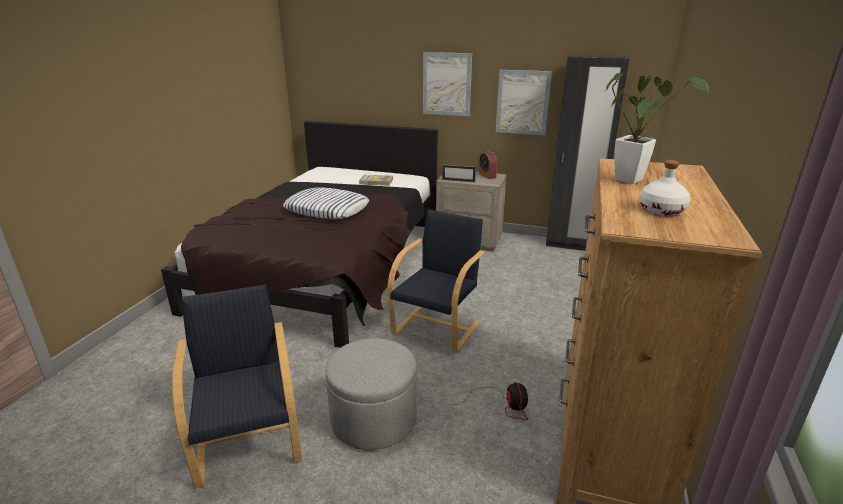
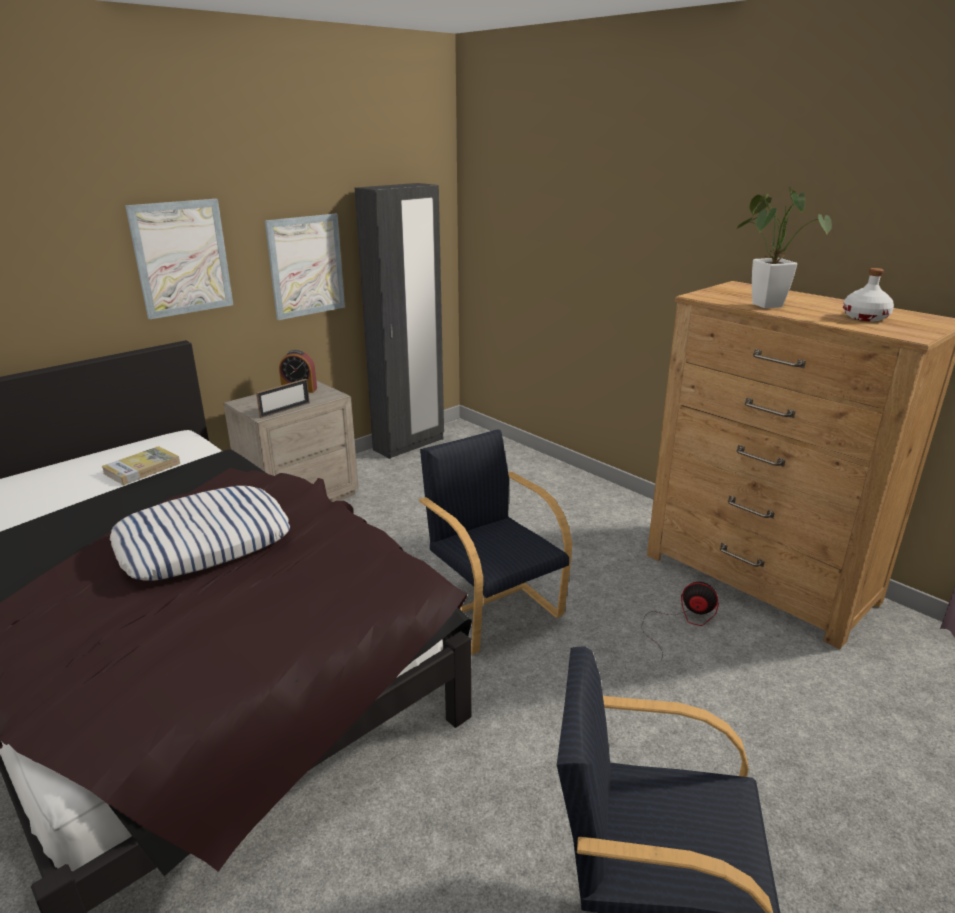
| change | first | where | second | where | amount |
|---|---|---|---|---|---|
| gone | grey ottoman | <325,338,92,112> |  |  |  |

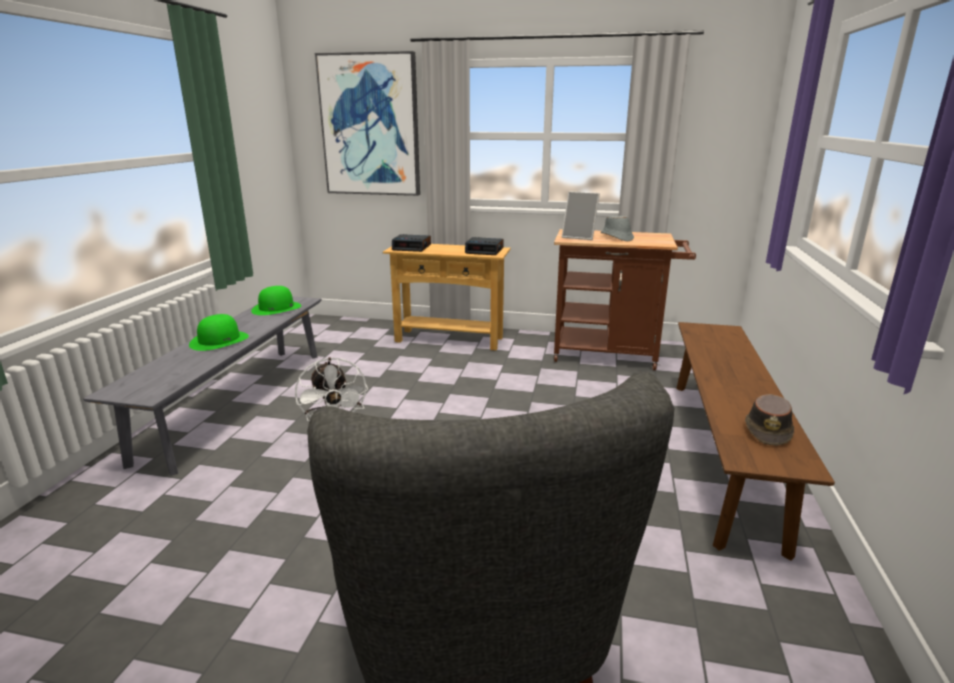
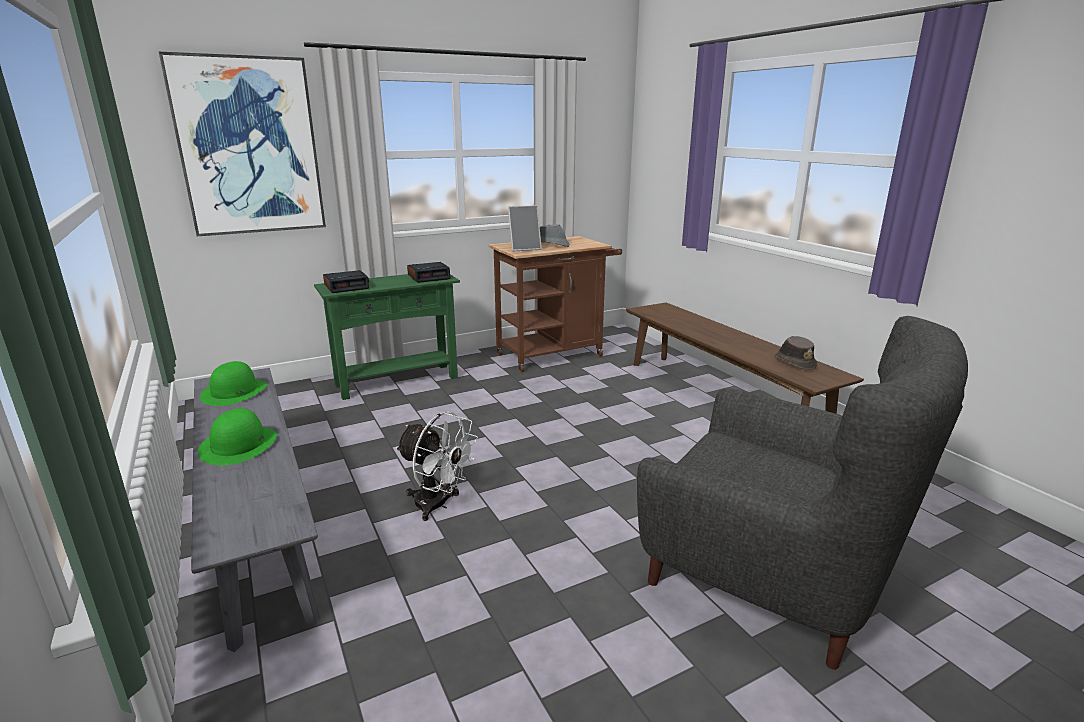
| change | first | where | second | where | amount |
|---|---|---|---|---|---|
| repainted | beige console table | <383,244,128,106> | green console table | <314,274,146,126> |  |

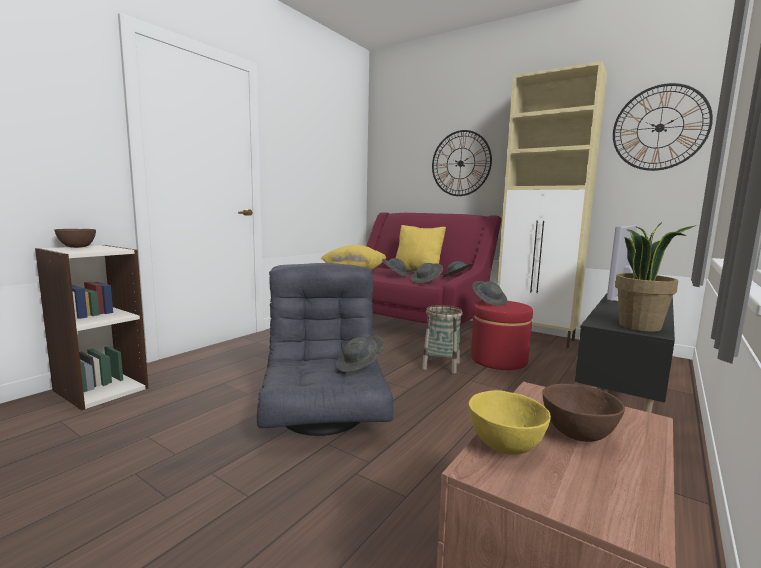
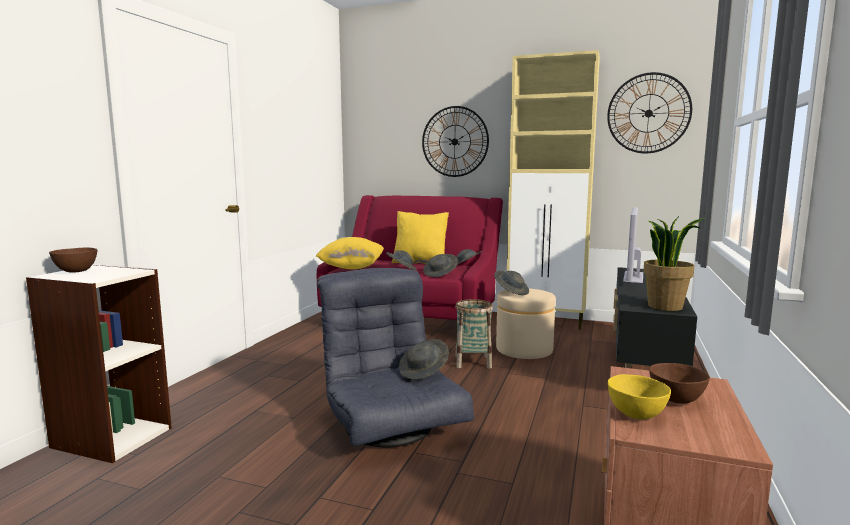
| change | first | where | second | where | amount |
|---|---|---|---|---|---|
| repainted | red ottoman | <471,301,62,69> | beige ottoman | <496,289,60,70> |  |

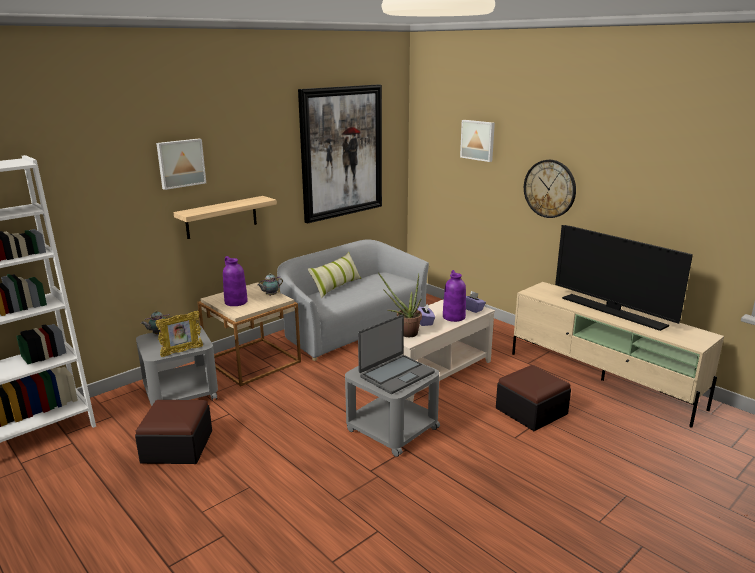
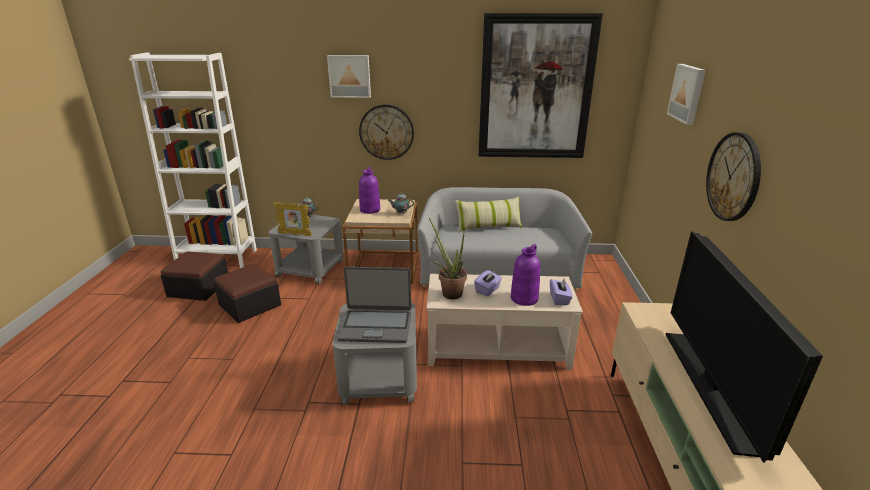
| change | first | where | second | where | amount |
|---|---|---|---|---|---|
| shifted | ottoman | <496,365,75,66> |  | <160,251,68,50> |  |
| swapped | shelf | <173,196,104,43> | wall clock | <359,104,55,56> |  |

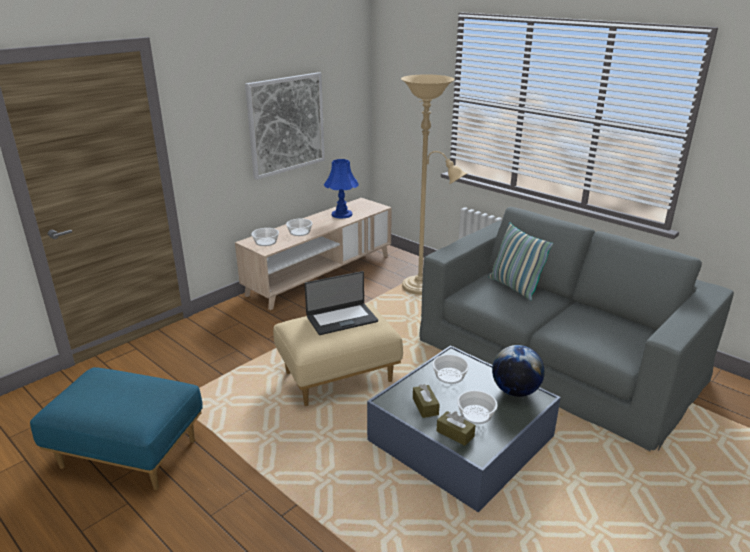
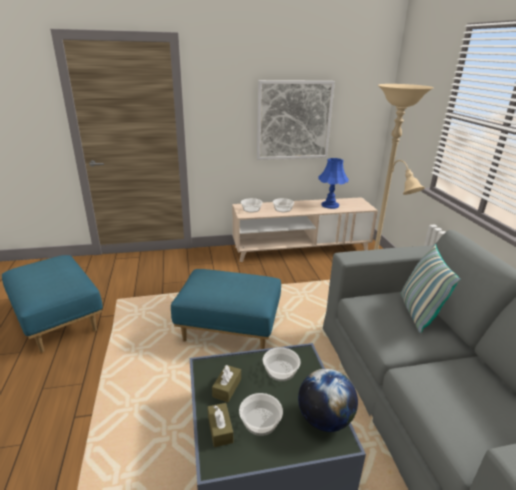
| change | first | where | second | where | amount |
|---|---|---|---|---|---|
| repainted | beige ottoman | <273,303,130,103> | blue ottoman | <171,269,110,80> |  |
| gone | laptop | <304,271,74,64> |  |  |  |

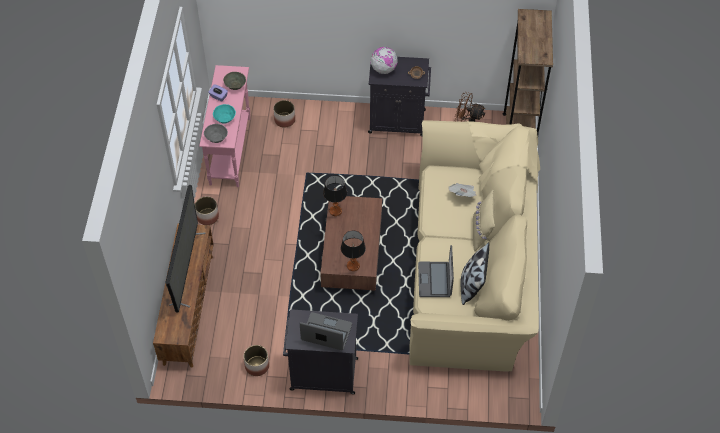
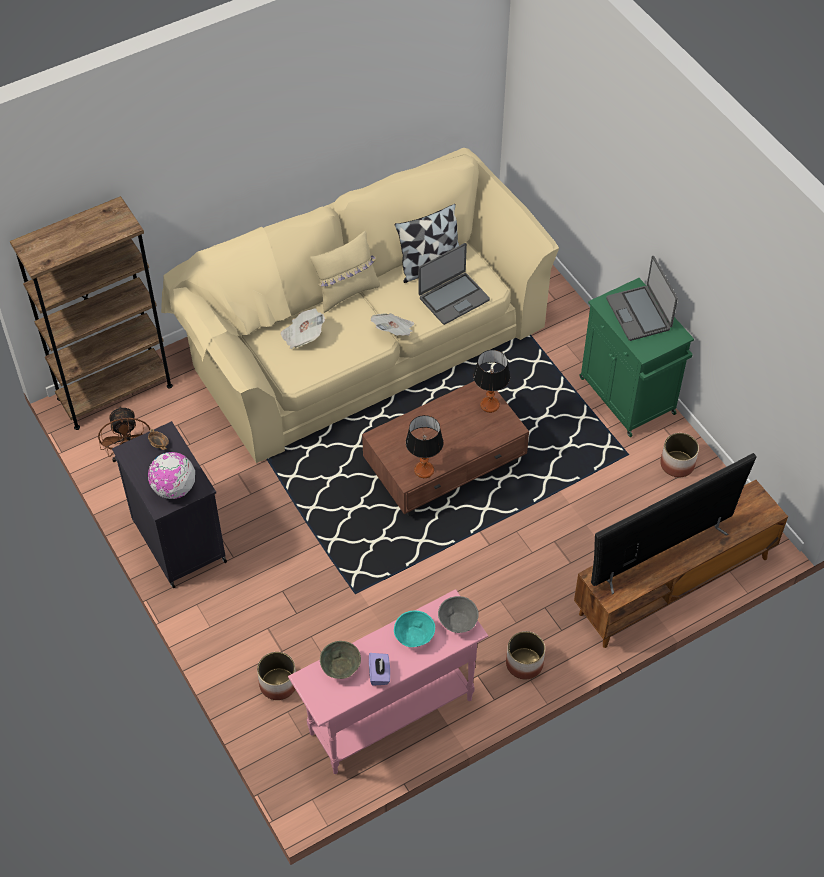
| change | first | where | second | where | amount |
|---|---|---|---|---|---|
| new |  |  | newspaper | <371,313,43,23> |  |
| repainted | black cabinet | <283,309,75,85> | green cabinet | <579,278,115,159> |  |

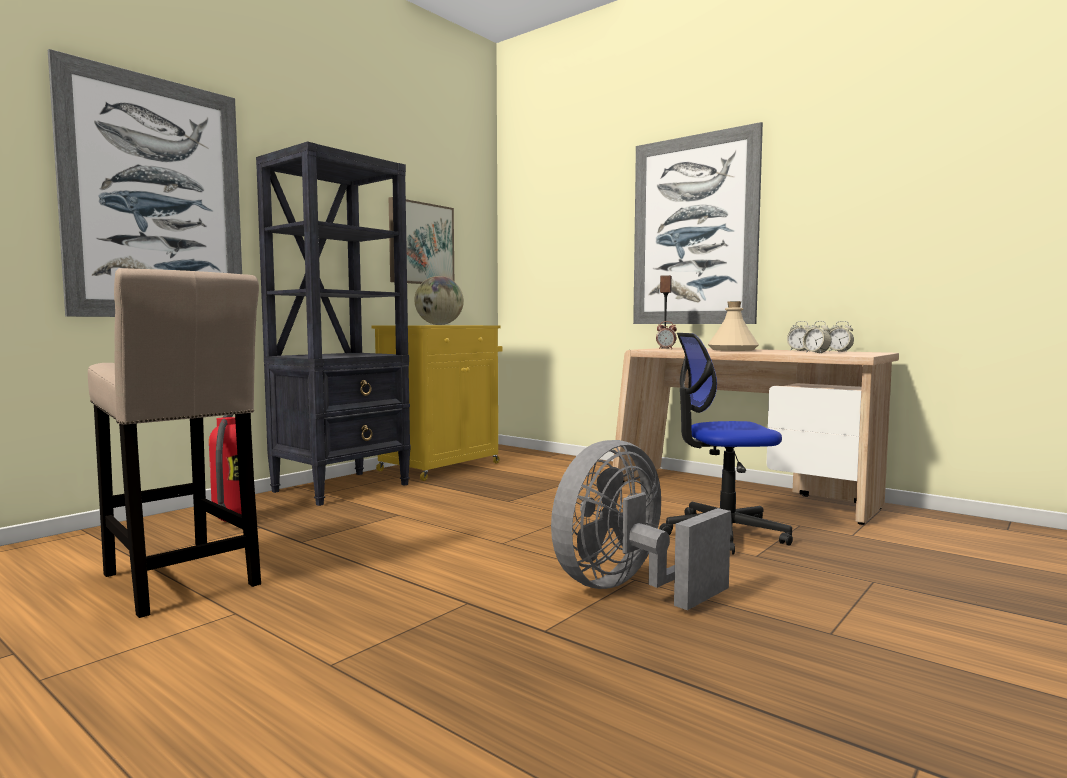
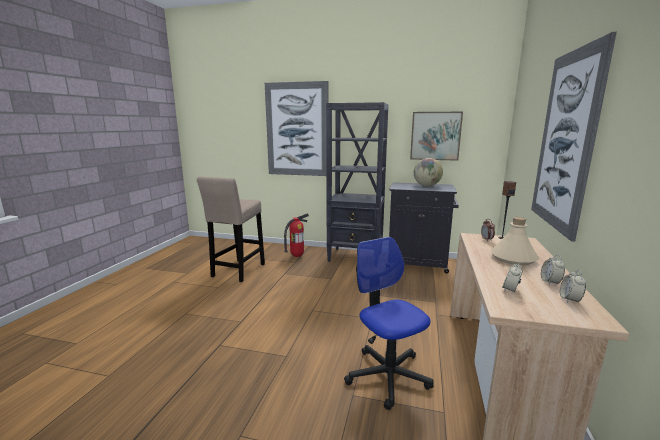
| change | first | where | second | where | amount |
|---|---|---|---|---|---|
| repainted | yellow cabinet | <371,325,131,156> | black cabinet | <389,182,70,91> |  |
| gone | grey fan | <551,440,180,170> |  |  |  |

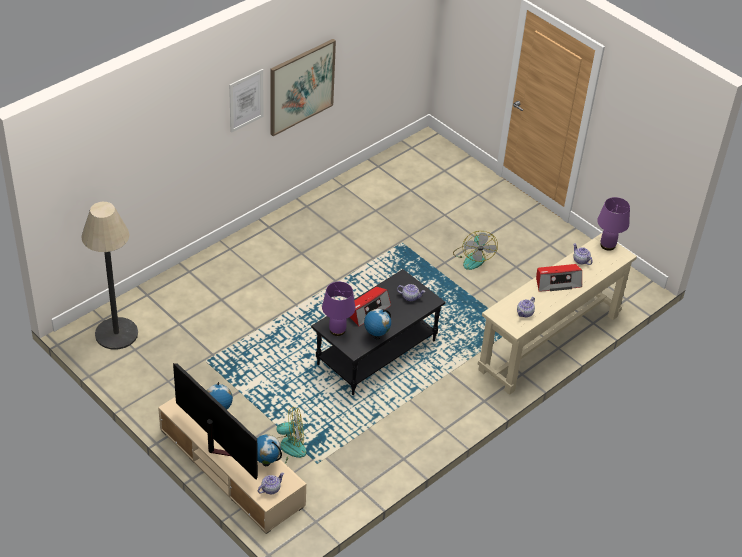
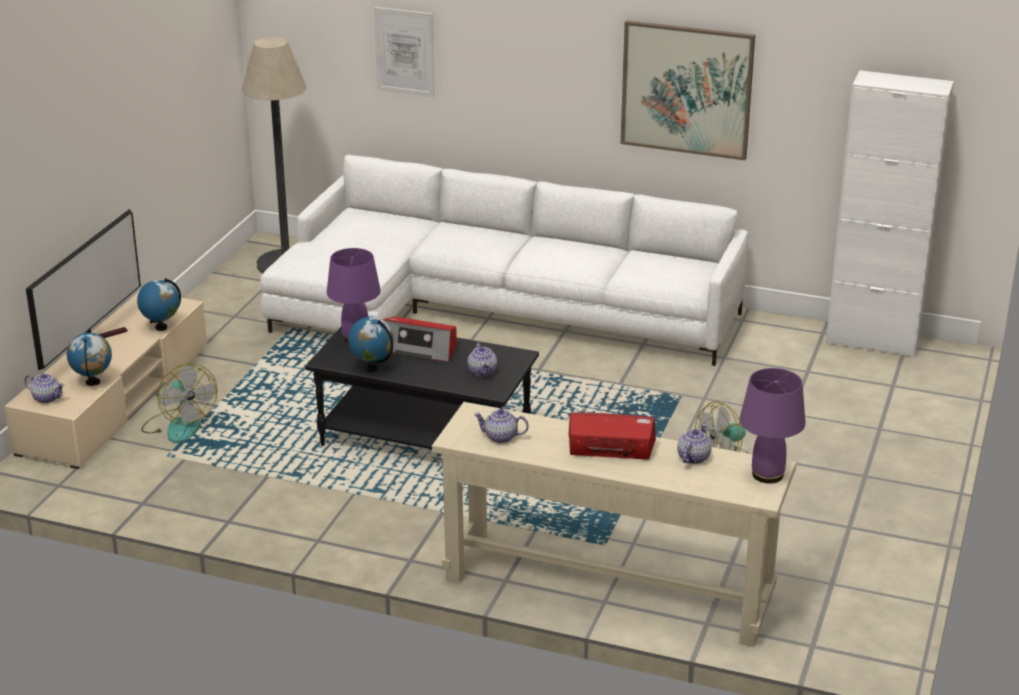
| change | first | where | second | where | amount |
|---|---|---|---|---|---|
| new |  |  | white sofa | <260,155,488,211> |  |
| shifted | picture | <229,69,34,64> |  | <374,7,61,90> |  |
| rotated | radio | <536,264,46,28> |  | <569,412,87,48> | 135 degrees clockwise |
| new |  |  | white cabinet | <826,70,128,288> |  |

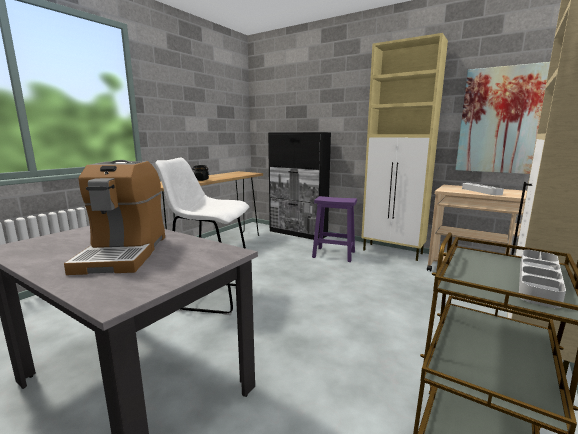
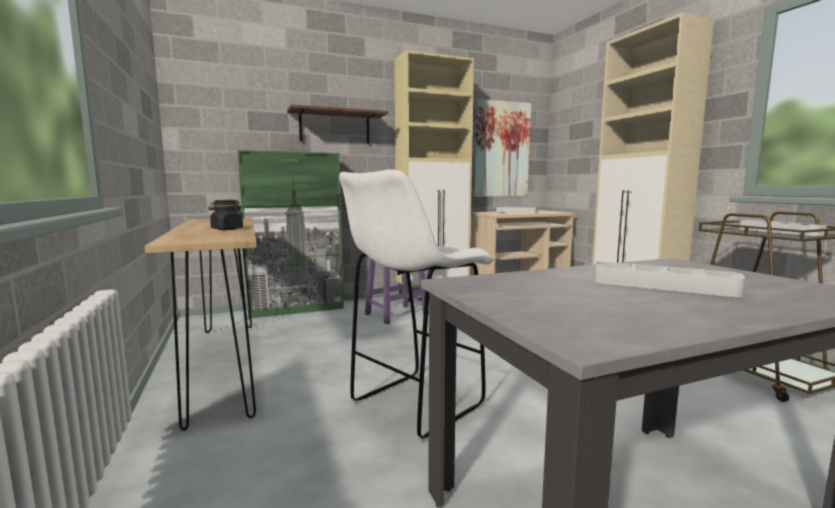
| change | first | where | second | where | amount |
|---|---|---|---|---|---|
| repainted | black cabinet | <268,132,63,108> | green cabinet | <238,150,106,169> |  |
| new |  |  | brown shelf | <287,105,101,39> |  |
| swapped | coffee machine | <64,160,101,115> | grey tray | <593,262,153,35> |  |

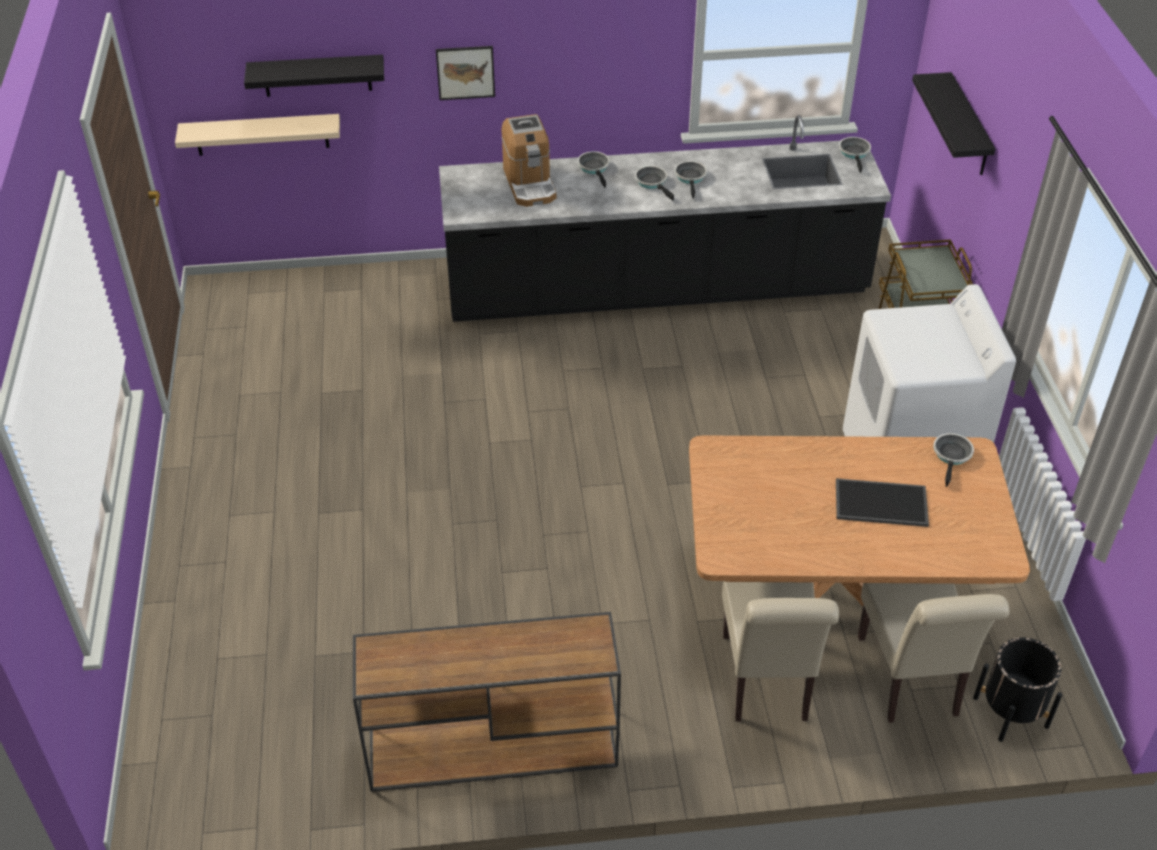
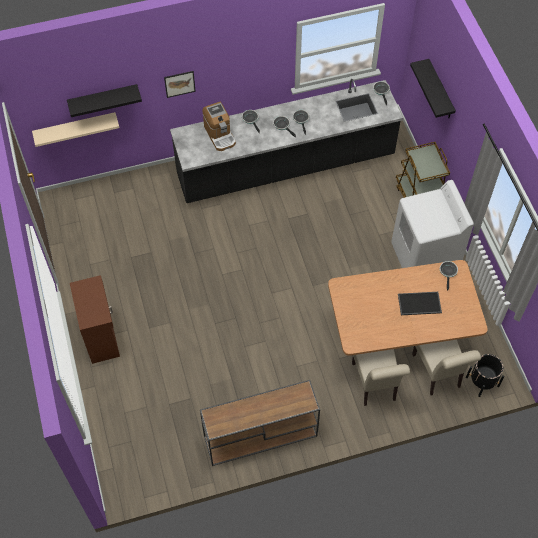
| change | first | where | second | where | amount |
|---|---|---|---|---|---|
| new |  |  | brown cabinet | <70,275,50,89> |  |

